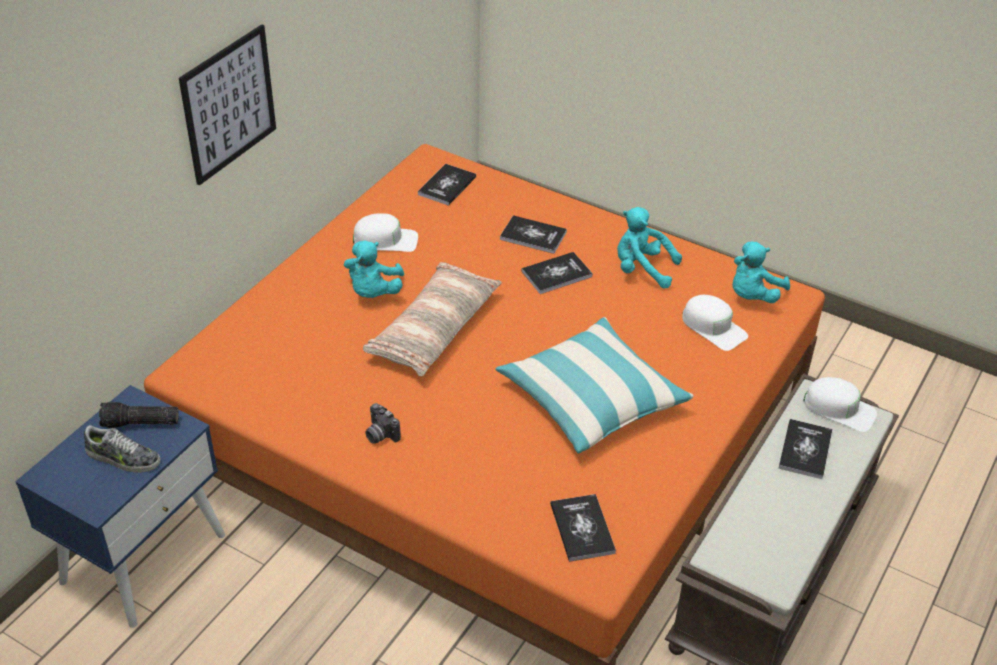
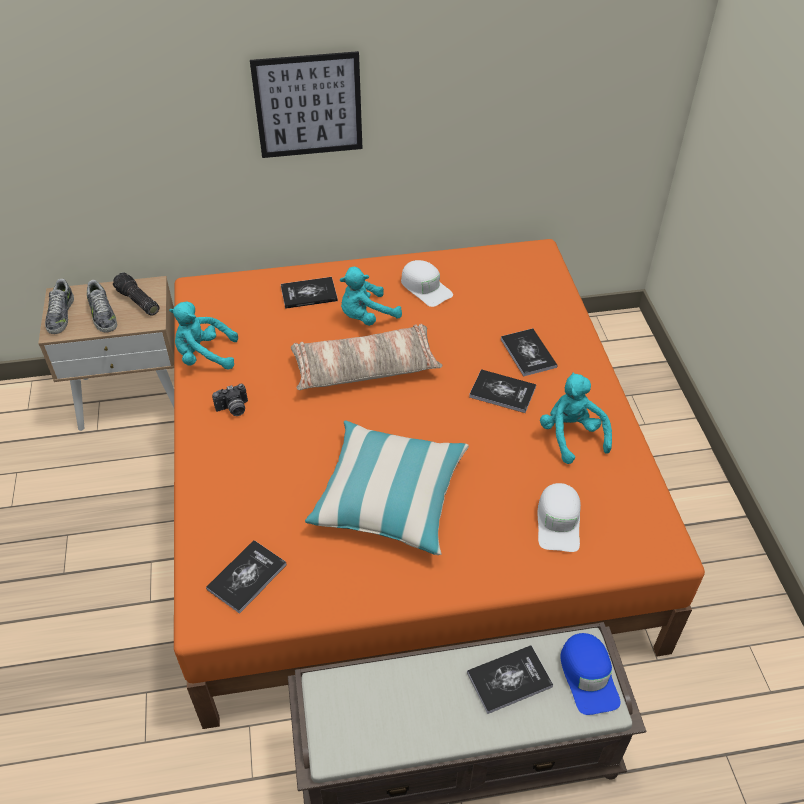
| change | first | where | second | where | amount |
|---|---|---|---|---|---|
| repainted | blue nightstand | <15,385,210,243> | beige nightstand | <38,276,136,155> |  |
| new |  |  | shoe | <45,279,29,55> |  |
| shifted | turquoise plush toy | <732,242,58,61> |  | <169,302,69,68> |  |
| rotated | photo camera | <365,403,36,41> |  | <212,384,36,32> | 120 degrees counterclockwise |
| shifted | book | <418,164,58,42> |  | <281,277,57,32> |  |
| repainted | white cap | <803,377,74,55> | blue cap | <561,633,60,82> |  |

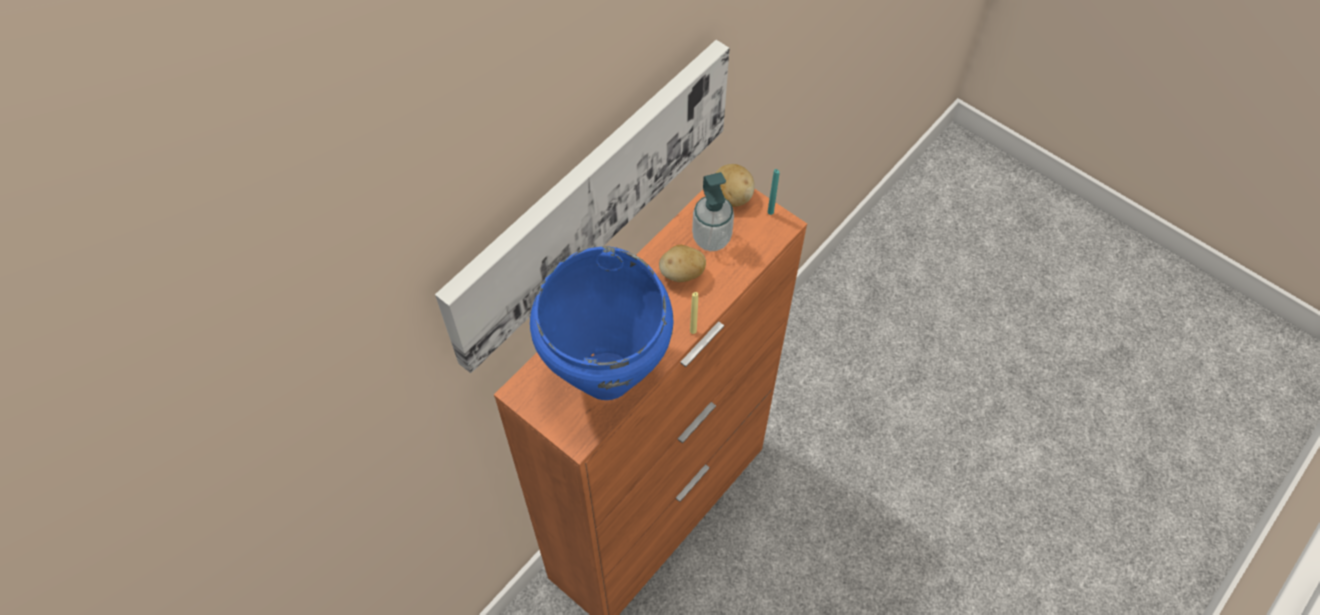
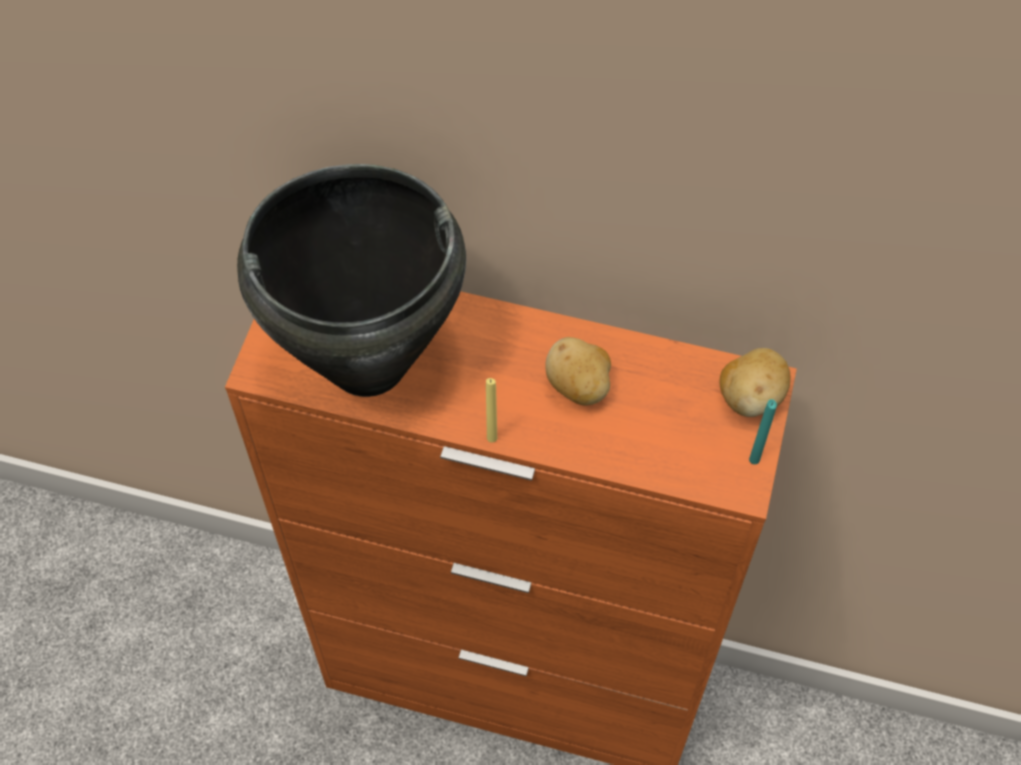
| change | first | where | second | where | amount |
|---|---|---|---|---|---|
| repainted | blue cooking pot | <530,246,143,154> | black cooking pot | <237,164,229,233> |  |
| gone | picture | <435,40,295,333> |  |  |  |
| gone | soap dispenser | <692,172,42,79> |  |  |  |

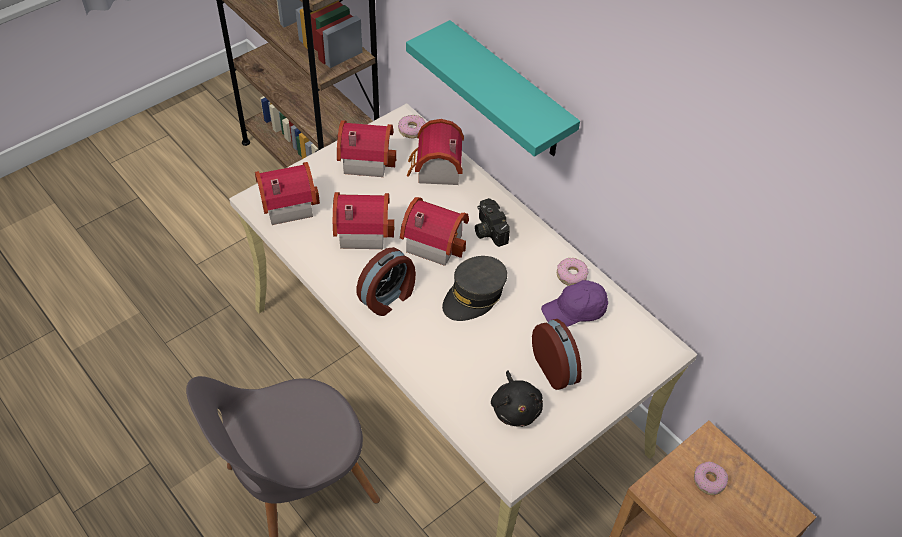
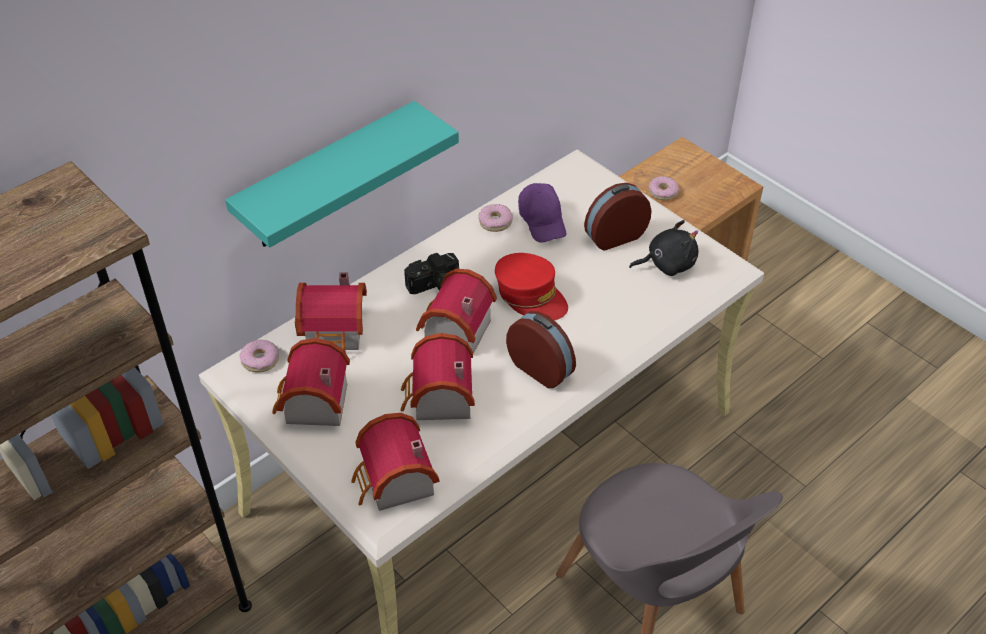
| change | first | where | second | where | amount |
|---|---|---|---|---|---|
| repainted | grey cap | <442,256,65,65> | red cap | <495,253,73,67> |  |

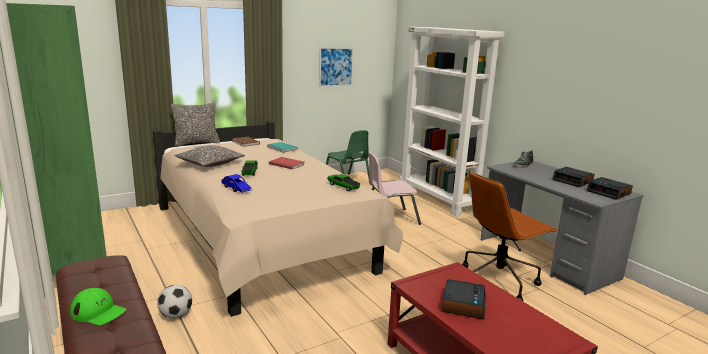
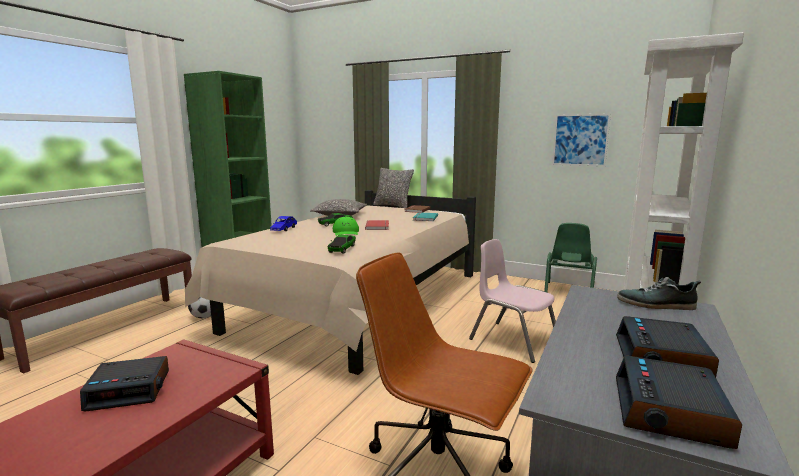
| change | first | where | second | where | amount |
|---|---|---|---|---|---|
| shifted | green cap | <70,288,56,37> |  | <332,217,27,19> |  |

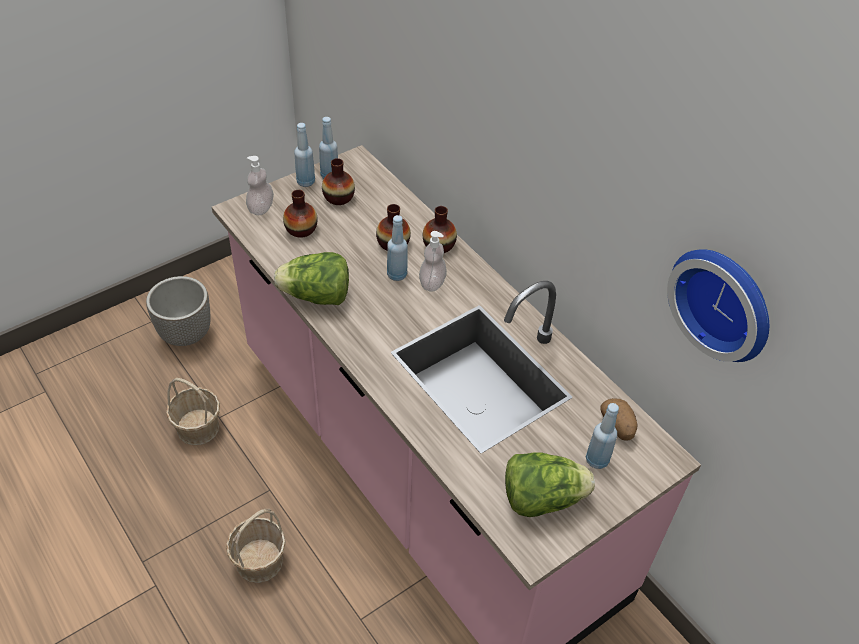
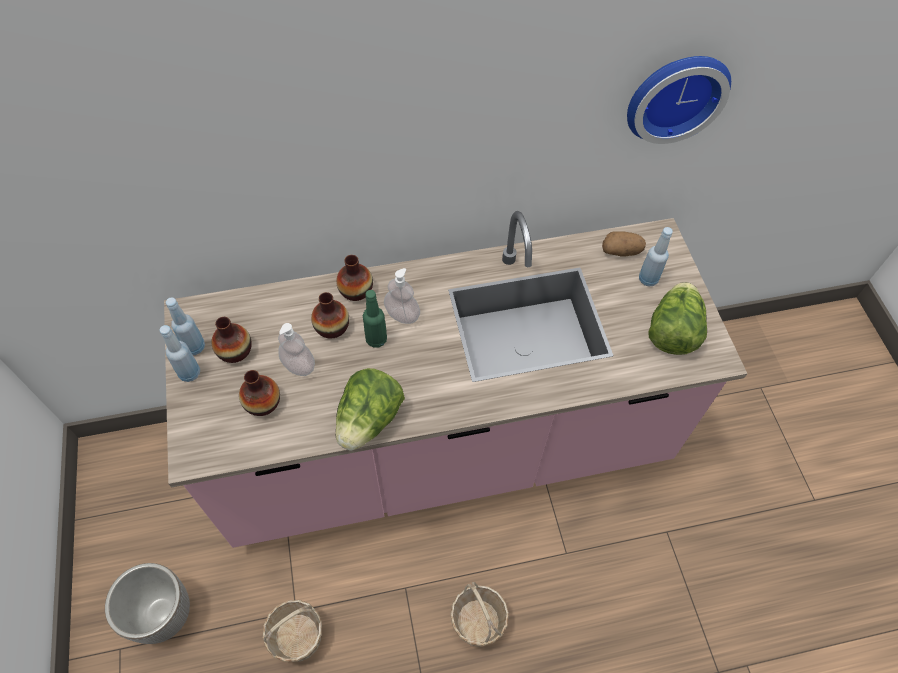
| change | first | where | second | where | amount |
|---|---|---|---|---|---|
| shifted | soap dispenser | <246,156,28,59> |  | <278,323,37,53> |  |
| repainted | blue bottle | <387,215,21,66> | green bottle | <363,290,24,58> |  |

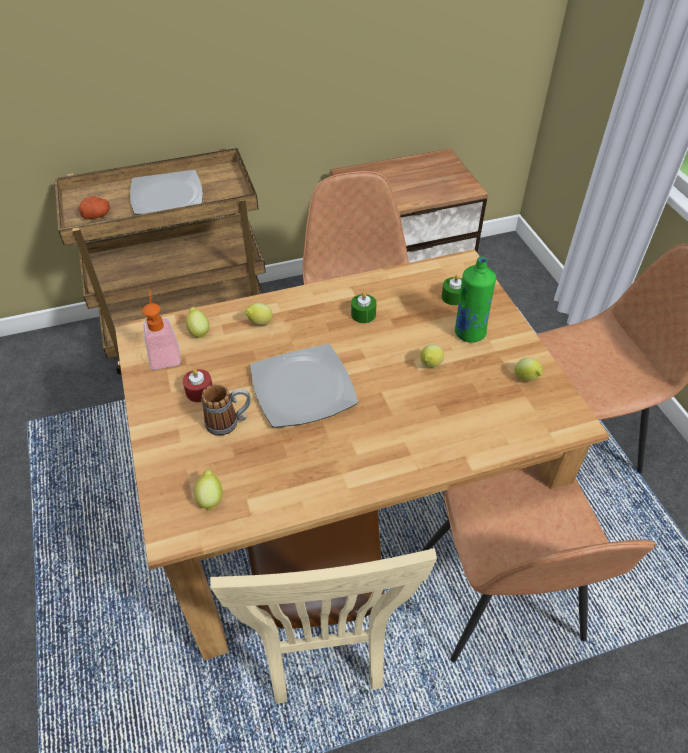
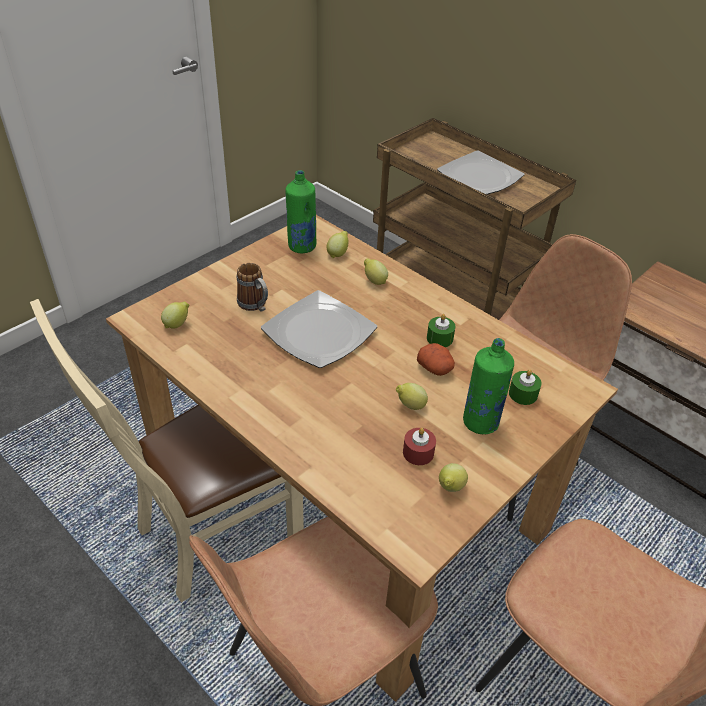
| change | first | where | second | where | amount |
|---|---|---|---|---|---|
| swapped | soap dispenser | <142,290,39,79> | green bottle | <285,170,31,83> |  |
| shifted | red candle | <183,369,30,33> |  | <403,428,33,37> |  |
| shifted | potato | <79,196,31,23> |  | <417,343,38,33> |  |

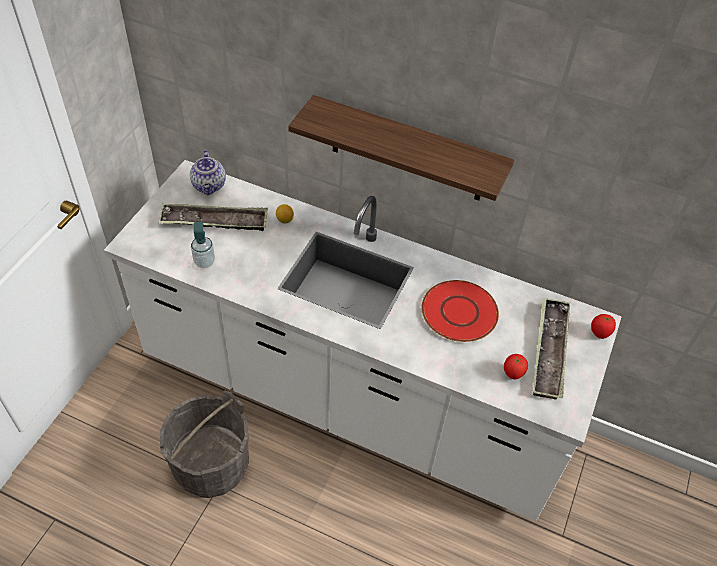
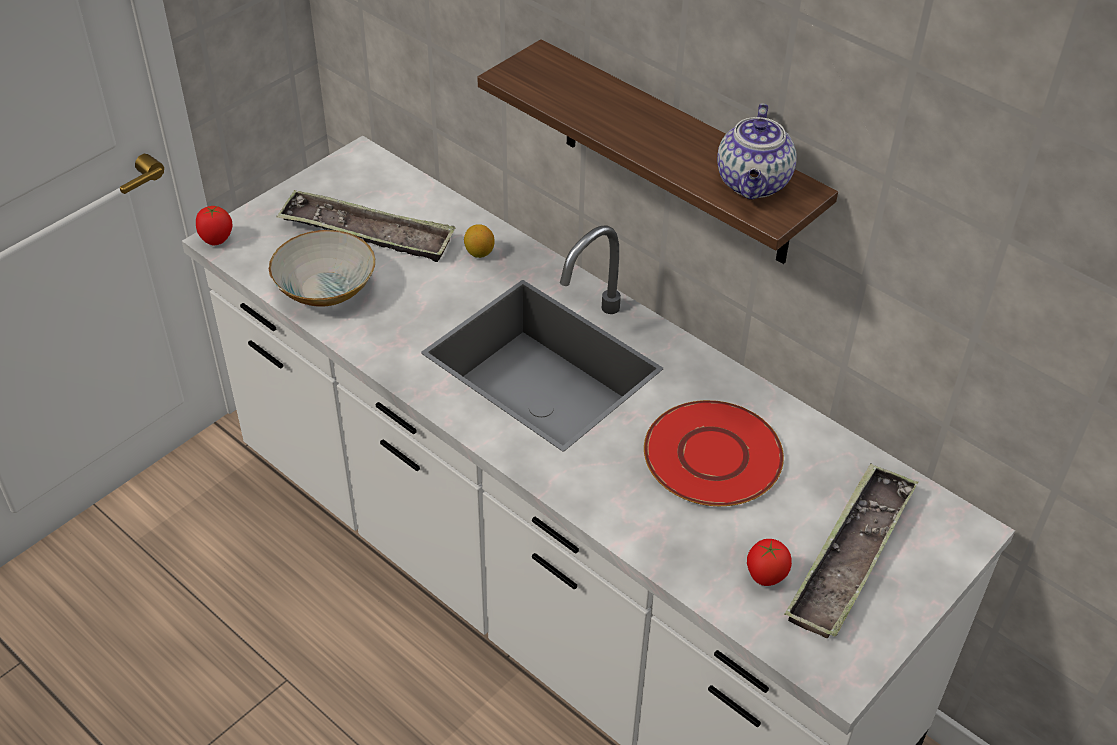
| change | first | where | second | where | amount |
|---|---|---|---|---|---|
| shifted | tomato | <591,314,25,25> |  | <196,206,37,39> |  |
| swapped | soap dispenser | <191,222,24,46> | bowl | <269,230,106,77> |  |
| shifted | teapot | <190,150,36,45> |  | <717,103,80,97> |  |
| gone | grey bucket | <159,390,90,108> |  |  |  |

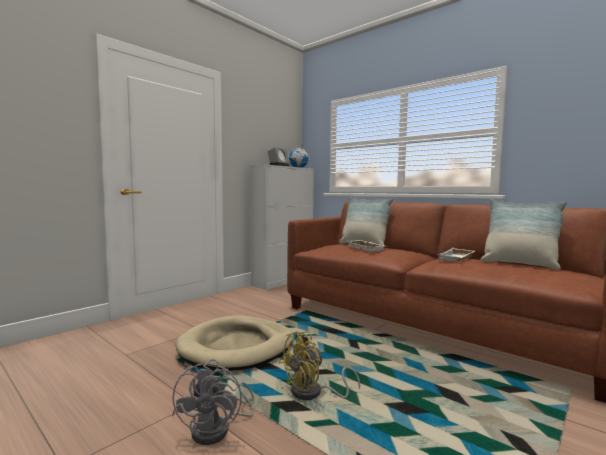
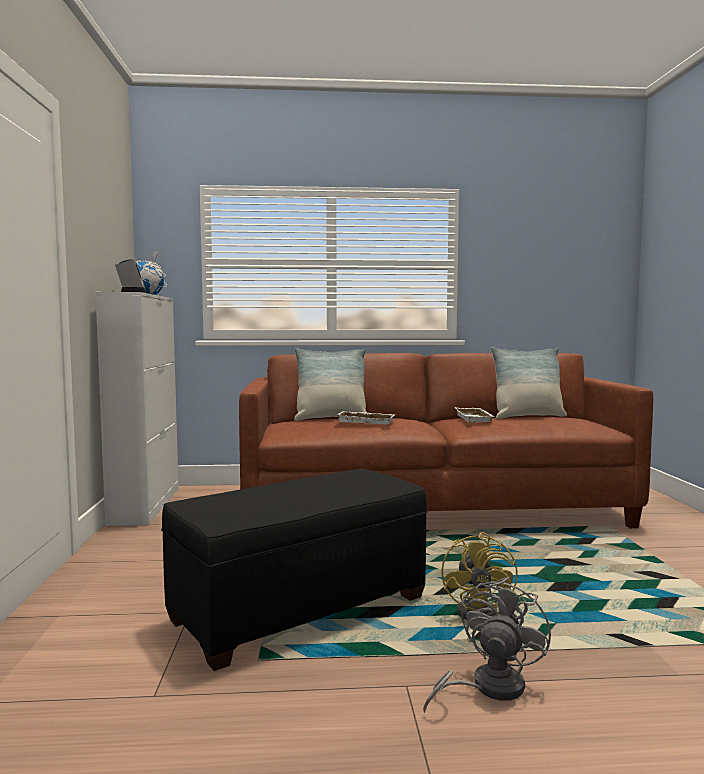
| change | first | where | second | where | amount |
|---|---|---|---|---|---|
| swapped | beige dog bed | <176,315,118,56> | black ottoman | <161,469,266,202> |  |
| rotated | grey fan | <172,359,82,86> |  | <423,577,128,136> | 105 degrees counterclockwise |

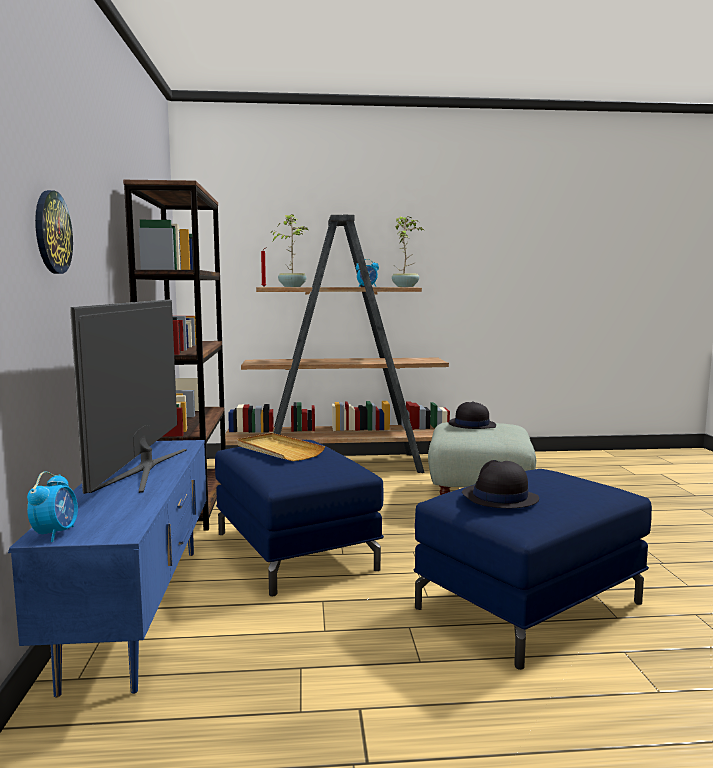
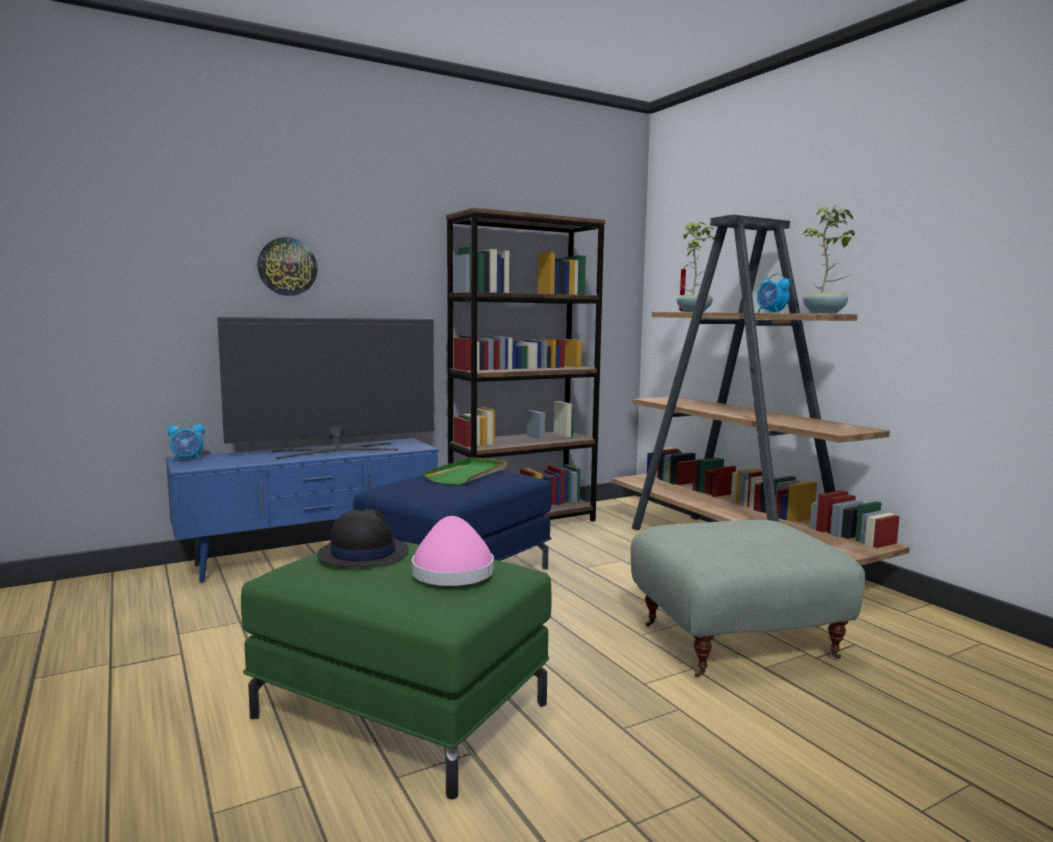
| change | first | where | second | where | amount |
|---|---|---|---|---|---|
| repainted | blue ottoman | <414,469,238,201> | green ottoman | <241,542,311,257> |  |
| new |  |  | pink hat | <412,516,82,70> |  |
| repainted | beige tray | <237,433,88,28> | green tray | <423,457,84,28> |  |
| gone | black hat | <448,401,48,28> |  |  |  |

